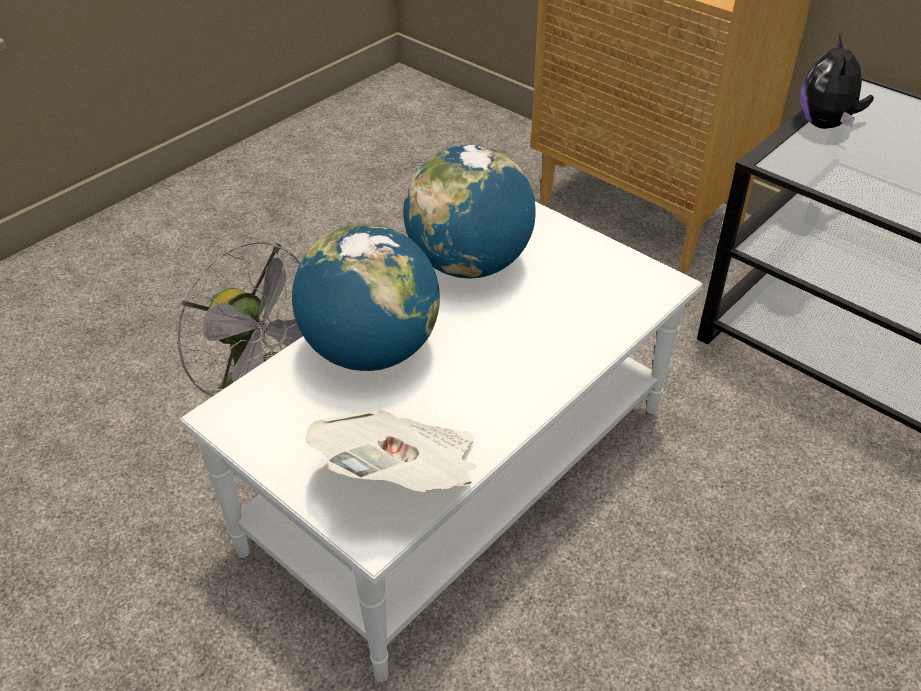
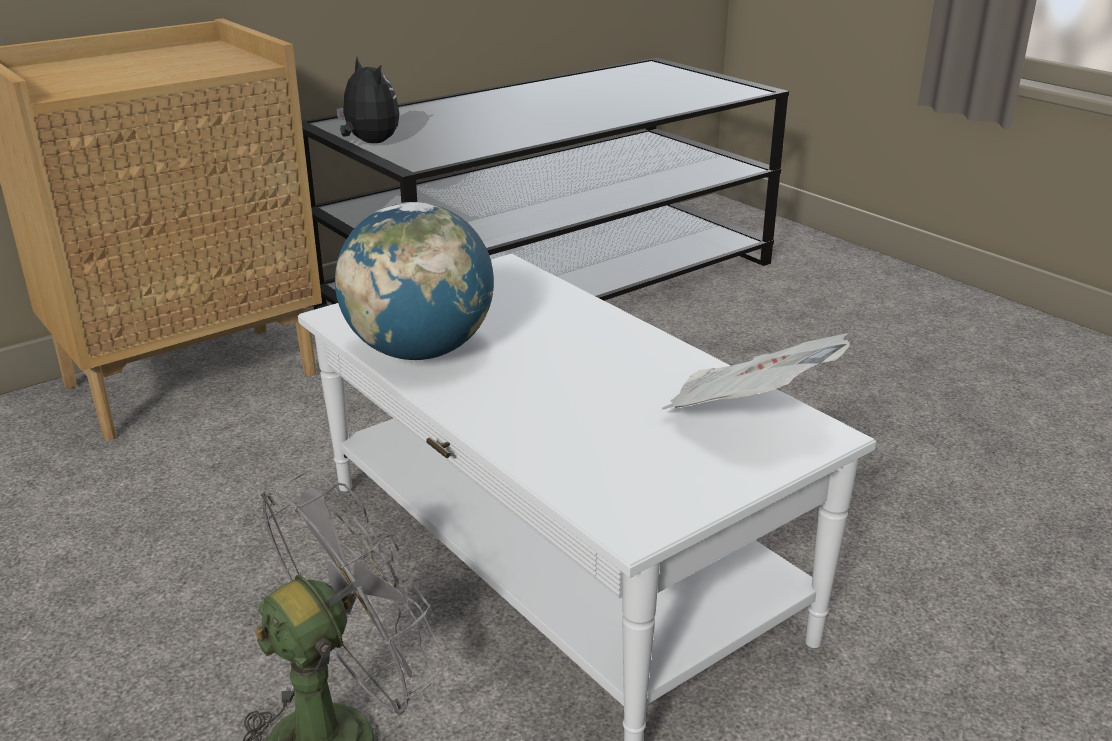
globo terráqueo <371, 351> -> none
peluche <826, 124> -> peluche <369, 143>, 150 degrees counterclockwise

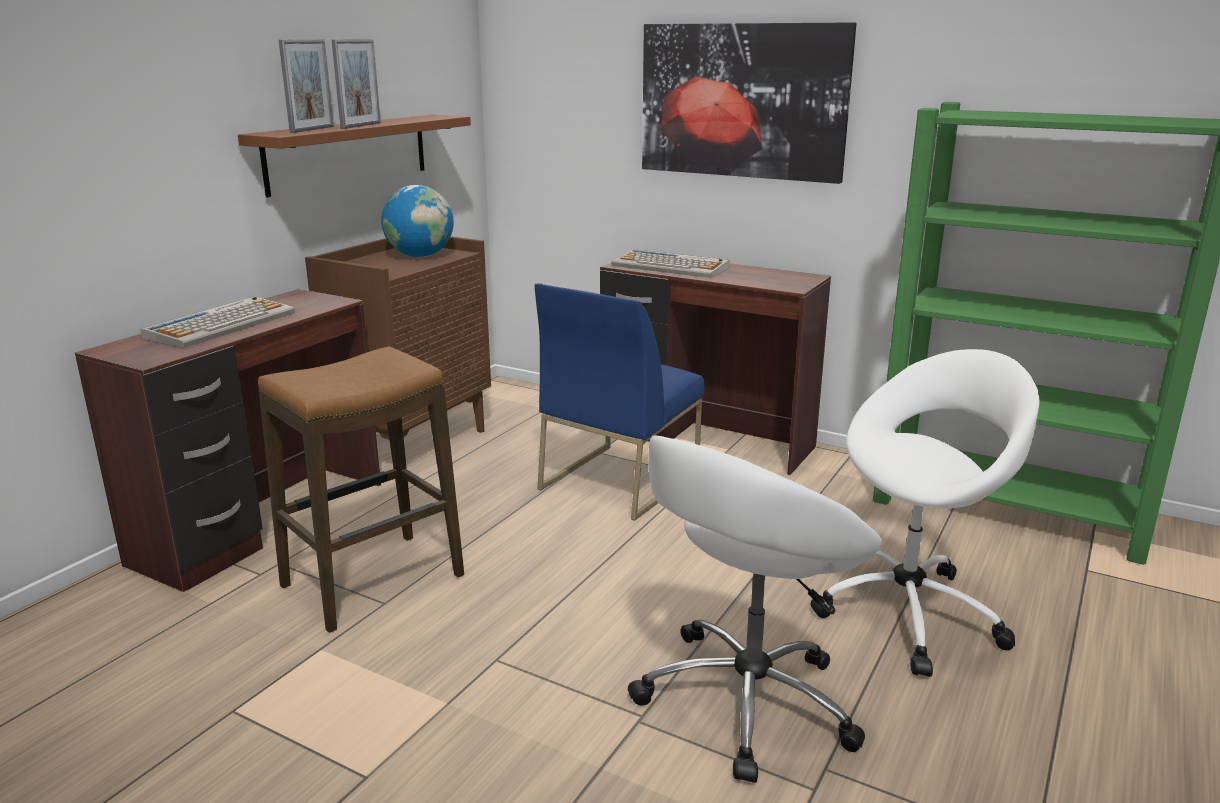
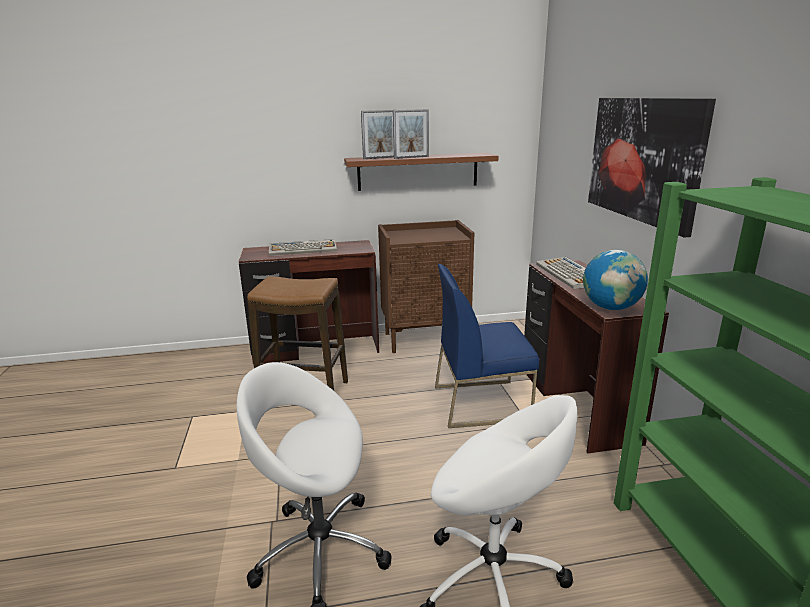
globo terráqueo <420, 256> -> globo terráqueo <611, 308>, move

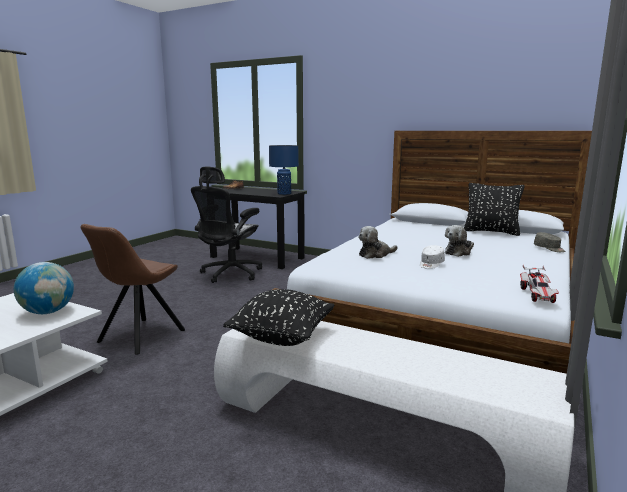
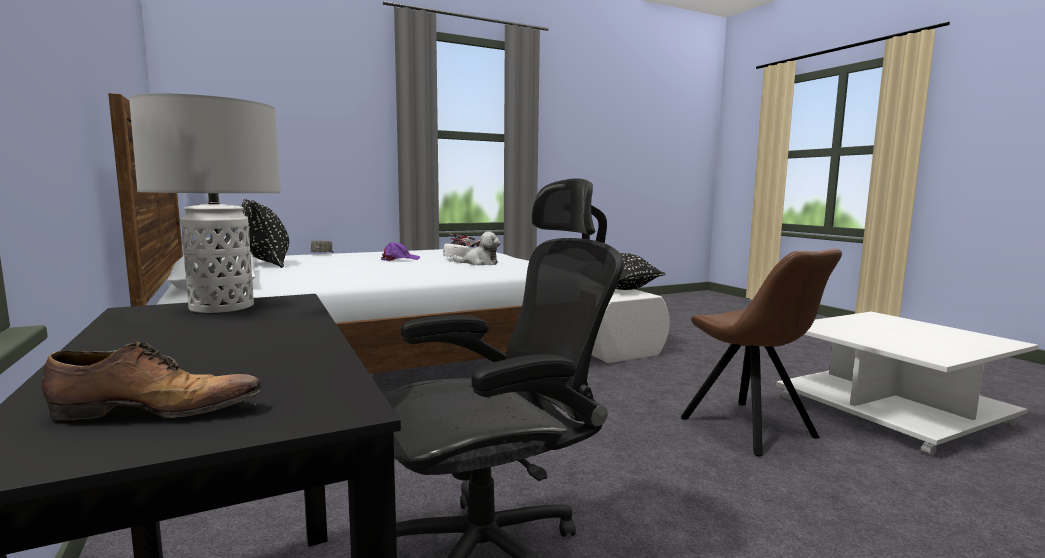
globo terráqueo <48, 312> -> none
peluche <459, 252> -> gorra/morado <399, 259>
lámpara de mesa/azul <284, 193> -> lámpara de mesa/blanco <223, 306>
silla/marrón <140, 336> -> silla/marrón <749, 427>, 90 degrees clockwise

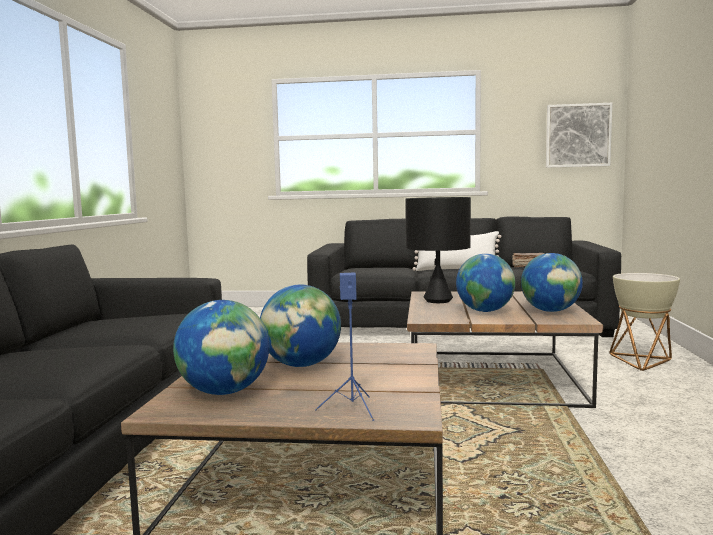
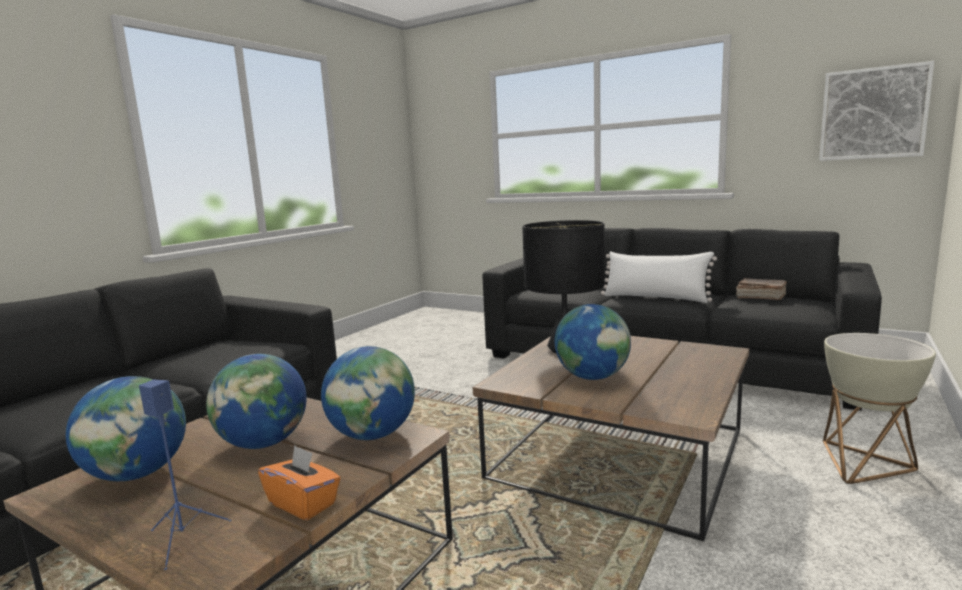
none -> caja de pañuelos/naranja <303, 503>
globo terráqueo <550, 311> -> globo terráqueo <373, 435>, move

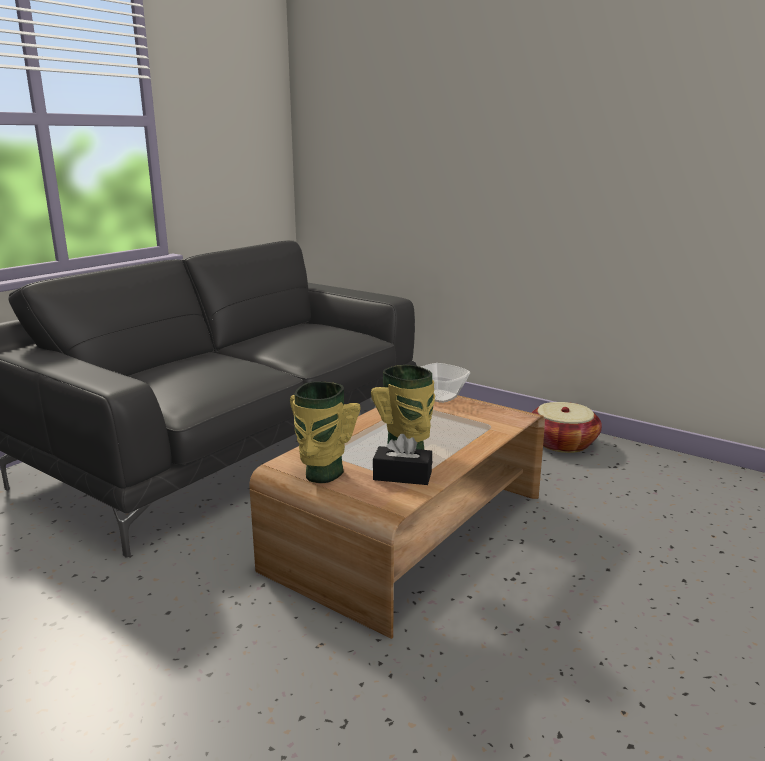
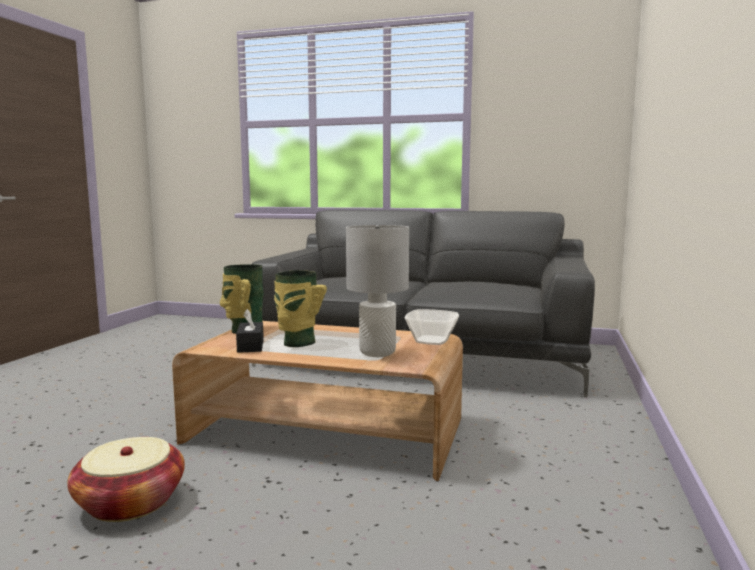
none -> lámpara de mesa/gris <377, 355>
cesta <562, 443> -> cesta <130, 503>, move

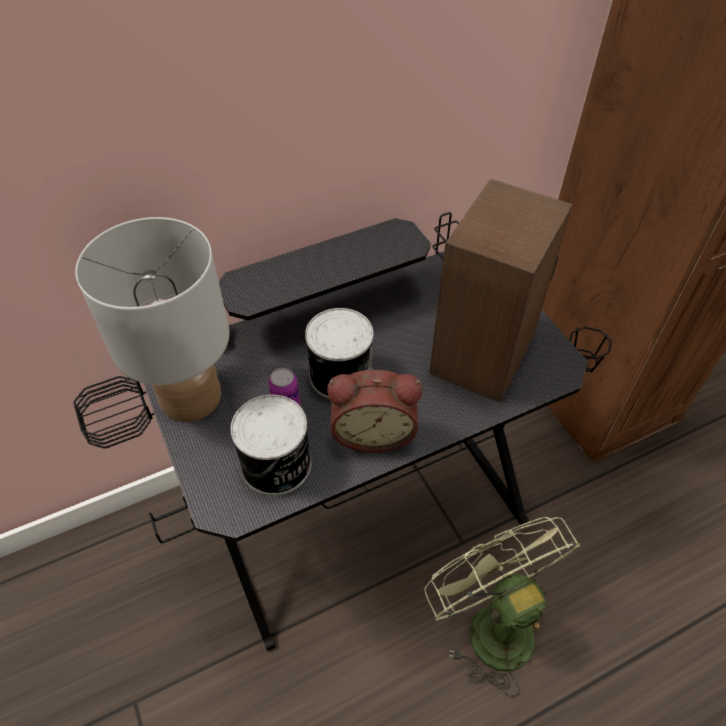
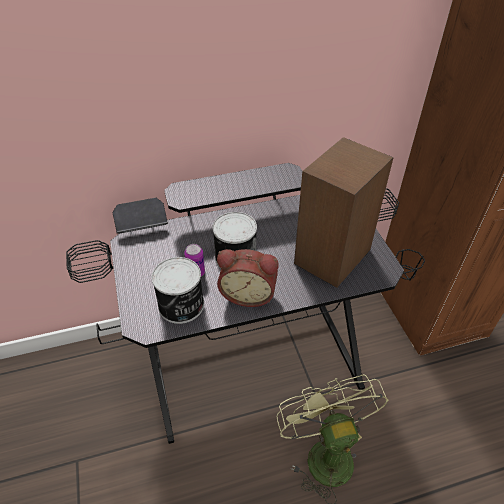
lámpara de mesa/gris <189, 397> -> none

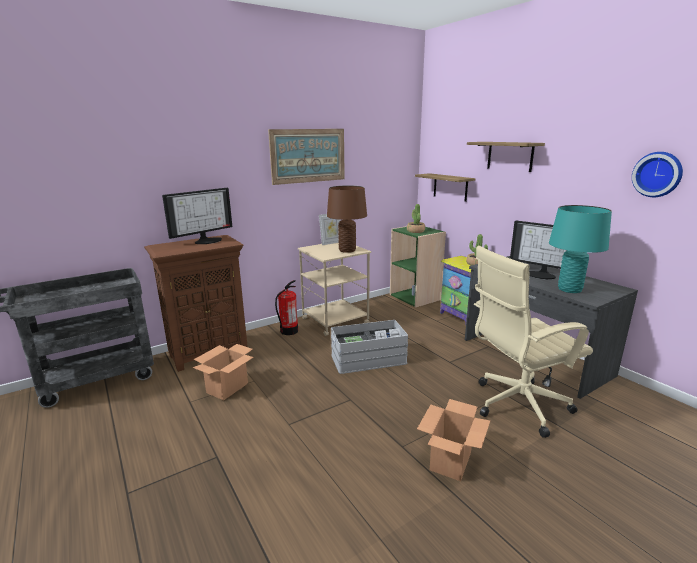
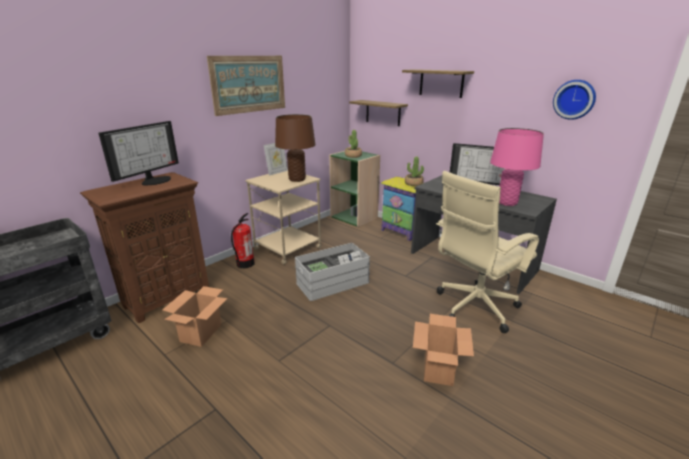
lámpara de mesa/turquesa <570, 289> -> lámpara de mesa/rosa <507, 202>

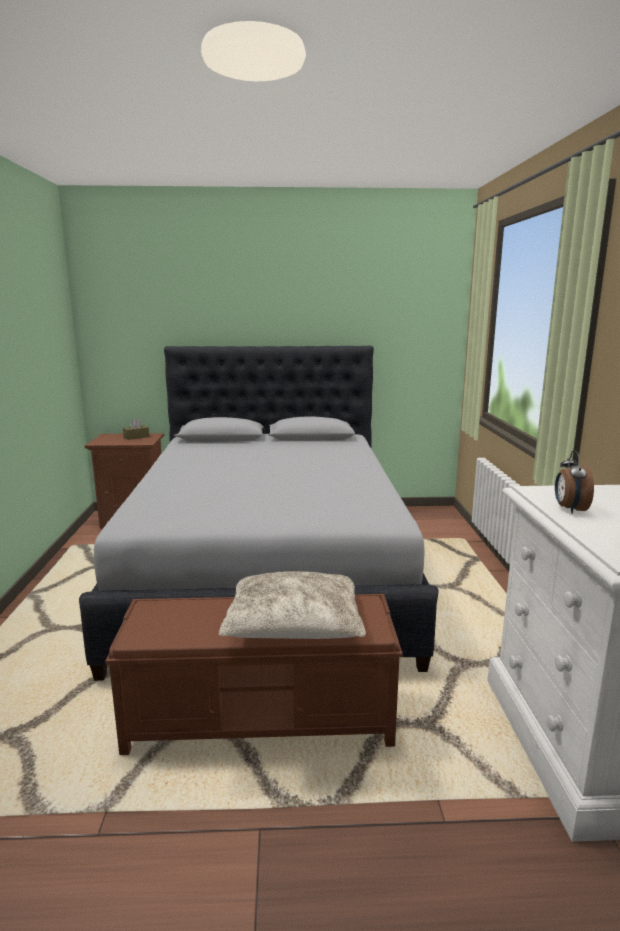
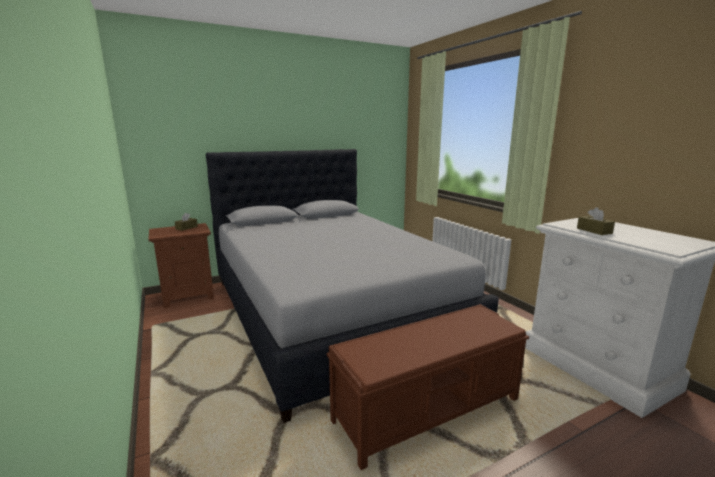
cojín/beis <294, 626> -> none
despertador <569, 509> -> caja de pañuelos/marrón <594, 231>

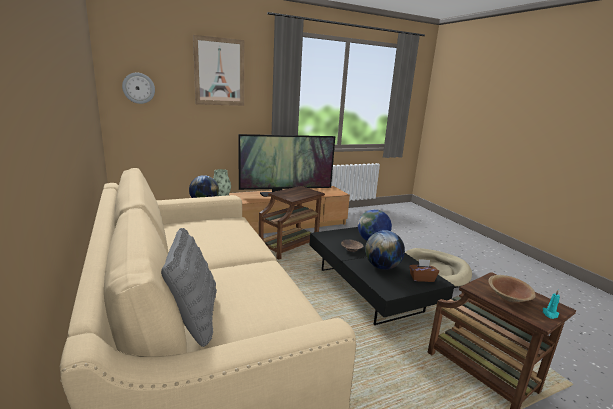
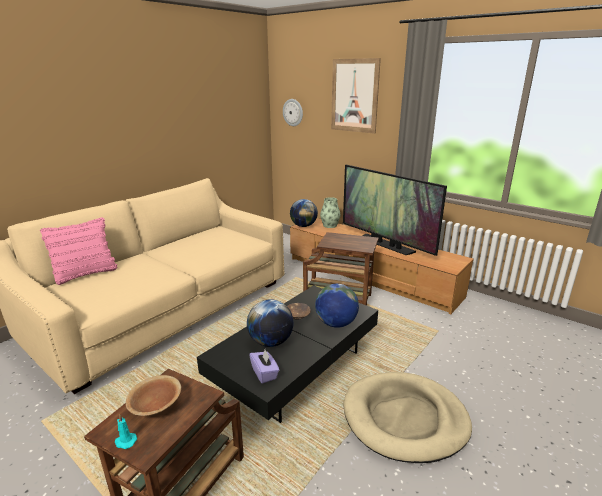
cojín/gris <194, 319> -> cojín/rosa <86, 274>
caja de pañuelos/marrón <421, 278> -> caja de pañuelos/morado <264, 373>

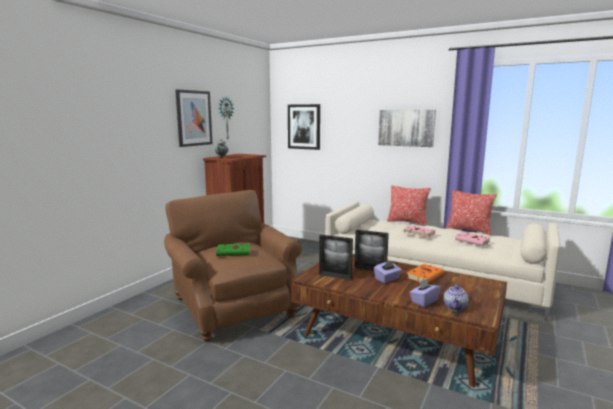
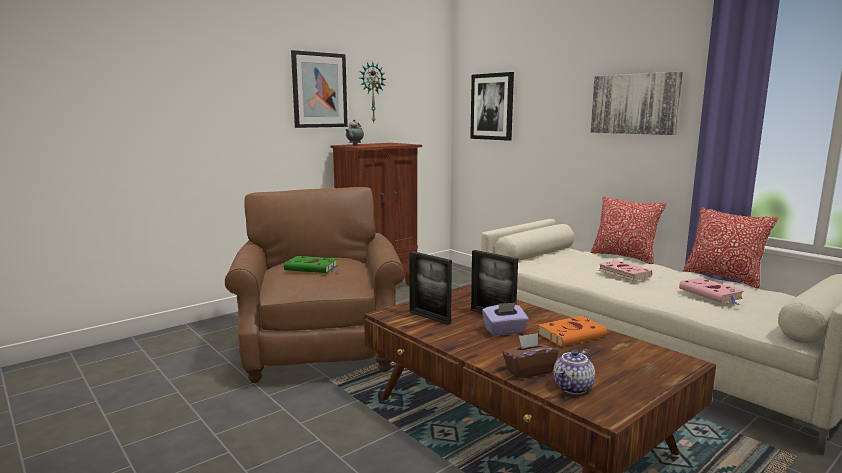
caja de pañuelos/morado <424, 301> -> caja de pañuelos/marrón <528, 371>

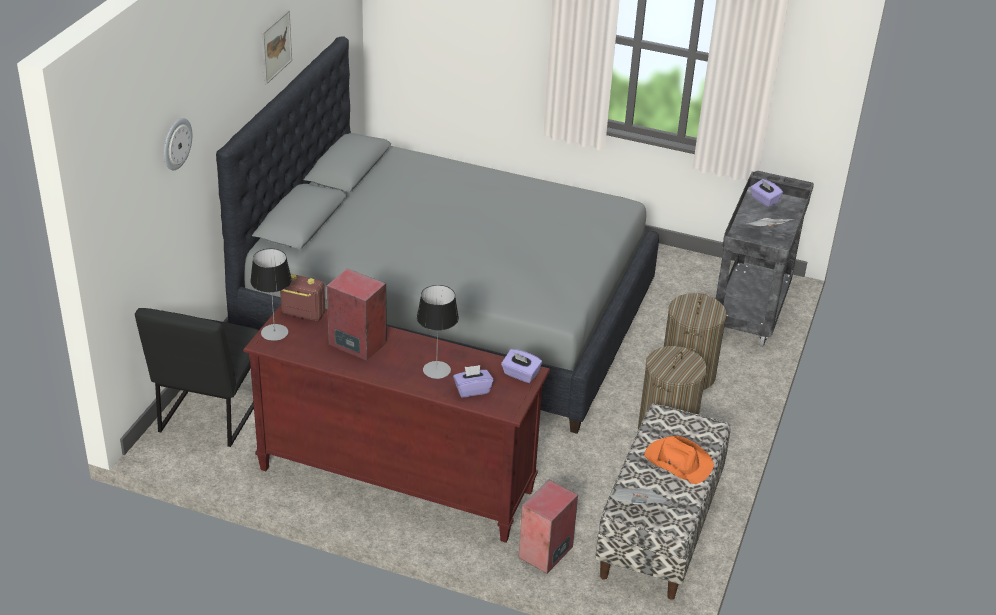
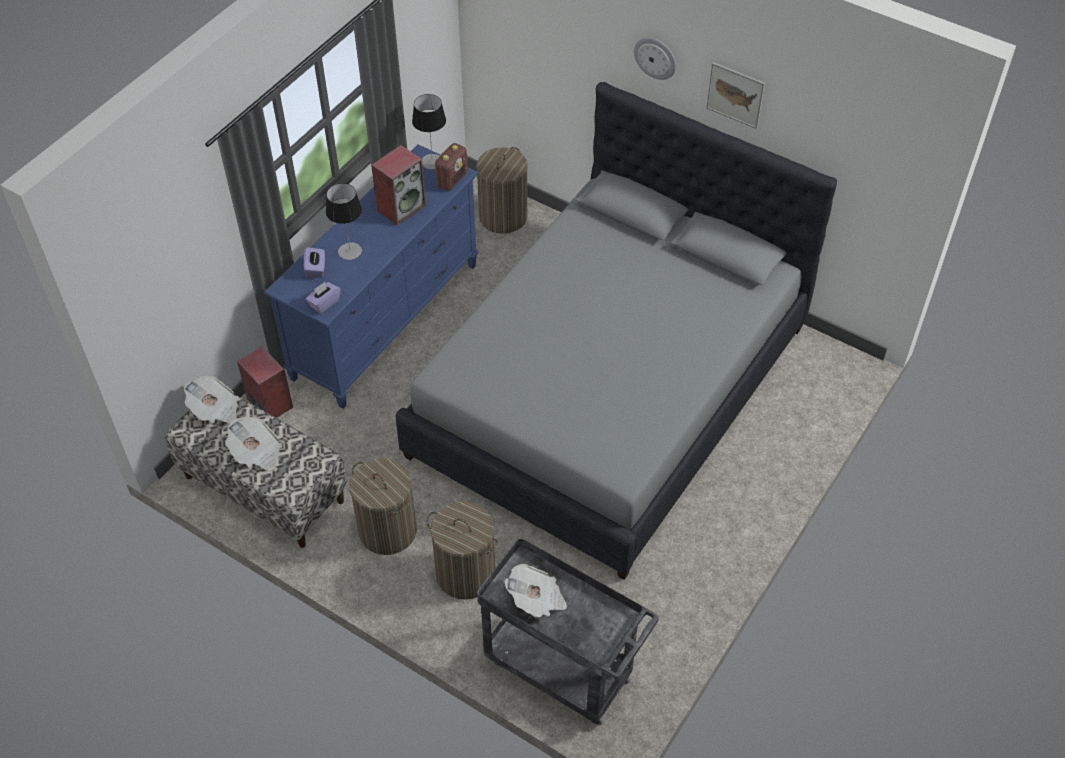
caja de pañuelos/morado <764, 200> -> none
reloj de pared <176, 143> -> reloj de pared <655, 57>, move
silla/negro <210, 412> -> cesto de la ropa <503, 216>
sombrero/naranja <677, 461> -> periódico <256, 453>
cómoda/rojo <395, 479> -> cómoda/azul <387, 321>

